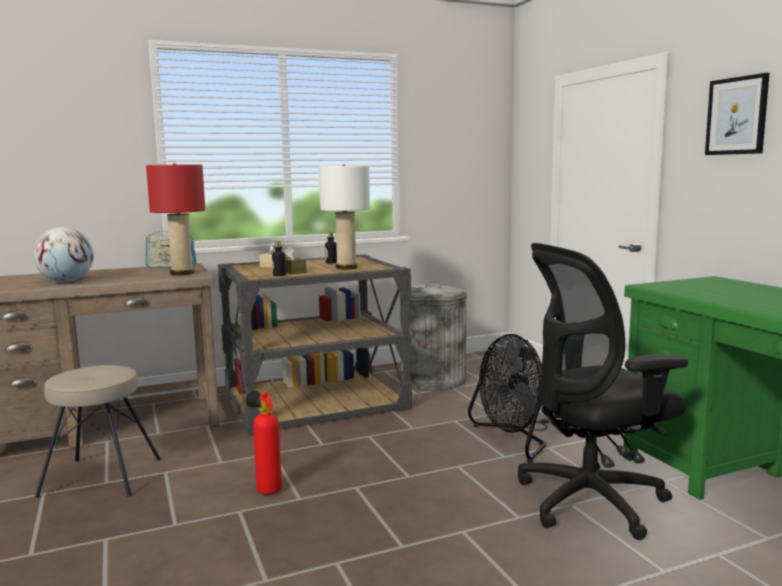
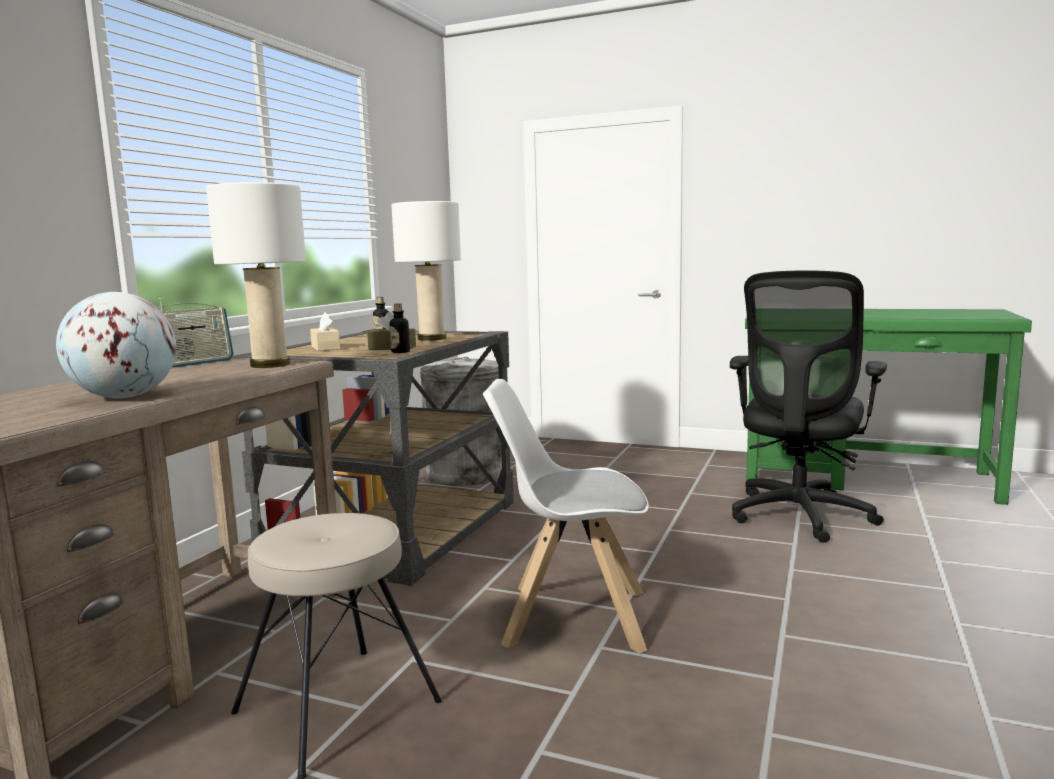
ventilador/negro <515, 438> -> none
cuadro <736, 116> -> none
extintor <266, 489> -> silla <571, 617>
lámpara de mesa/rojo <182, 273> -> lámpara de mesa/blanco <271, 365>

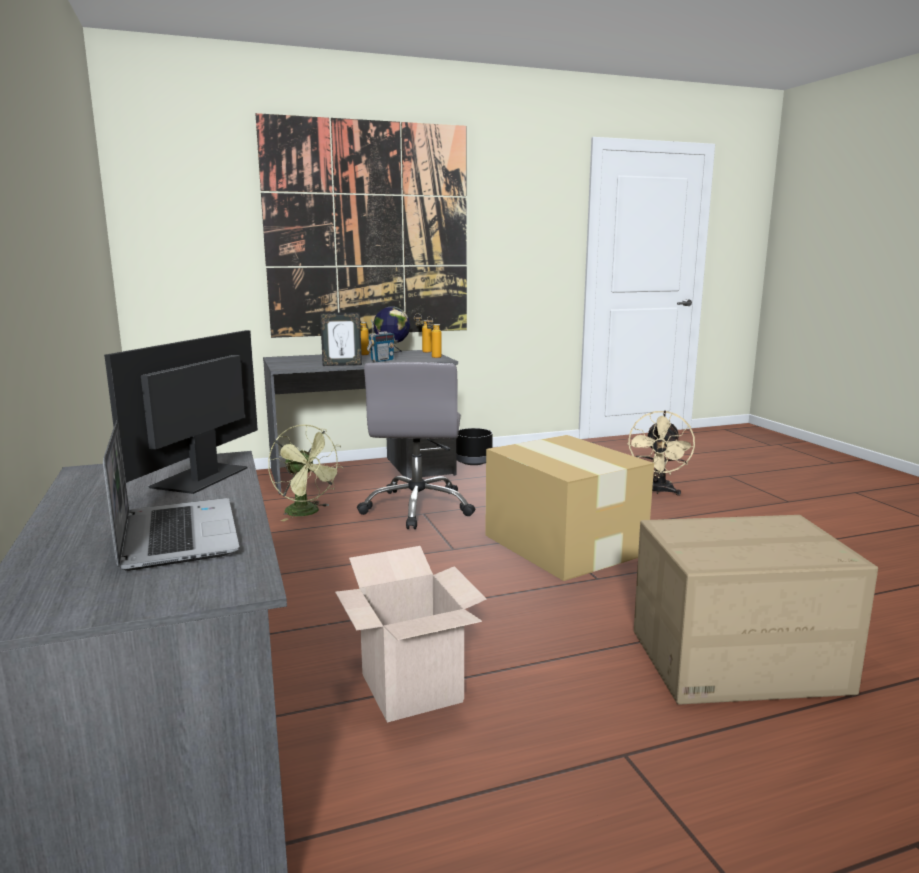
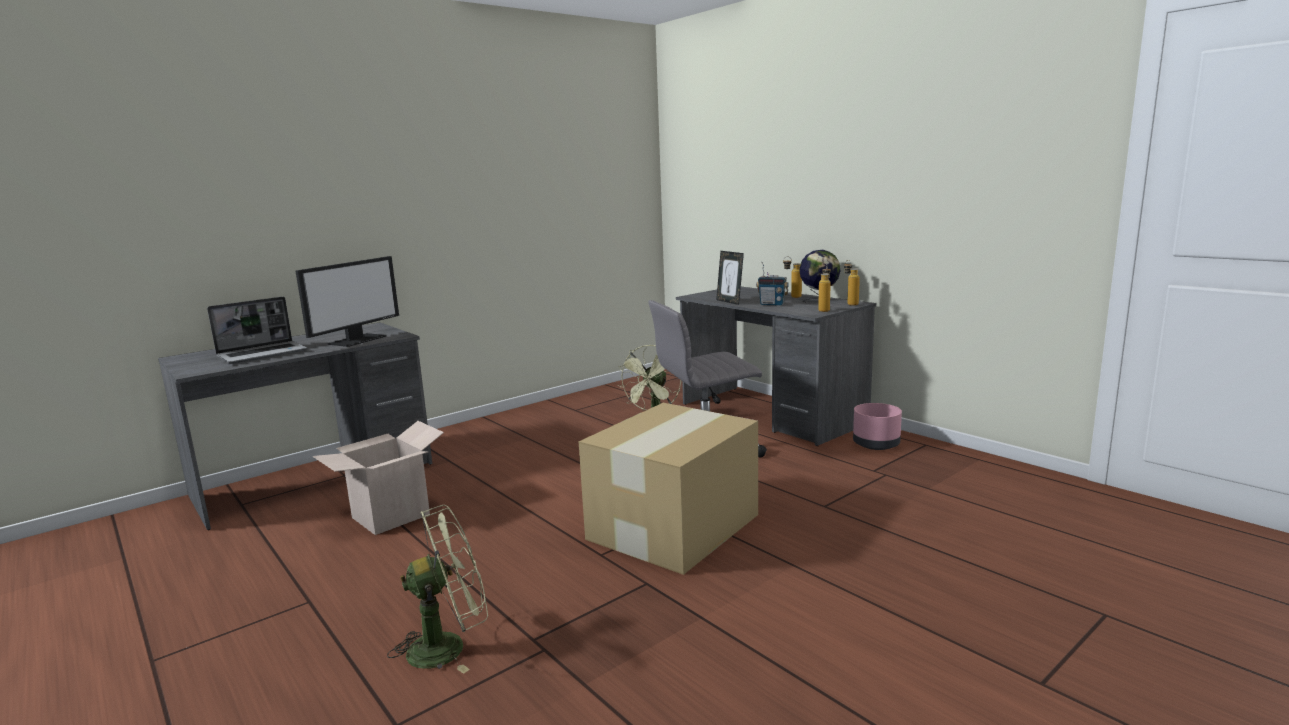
cuadro <369, 230> -> none
ventilador/beis <657, 491> -> none
caja de cartón <737, 662> -> ventilador/verde <448, 646>
maceta/negro <474, 461> -> maceta/rosa <876, 444>
monitor <201, 478> -> monitor <357, 340>, 120 degrees clockwise

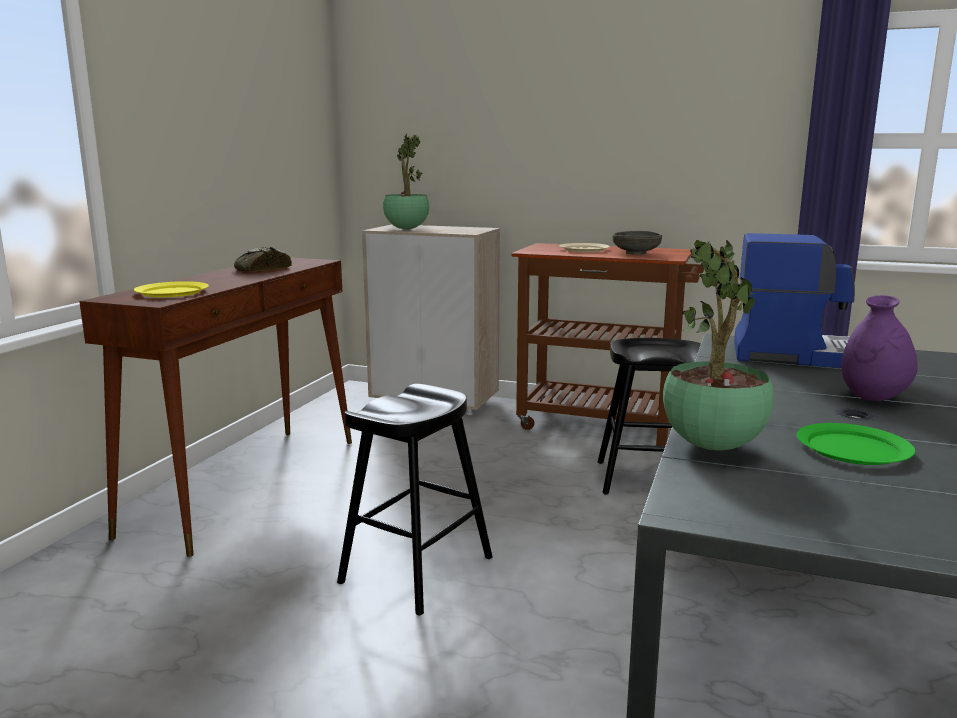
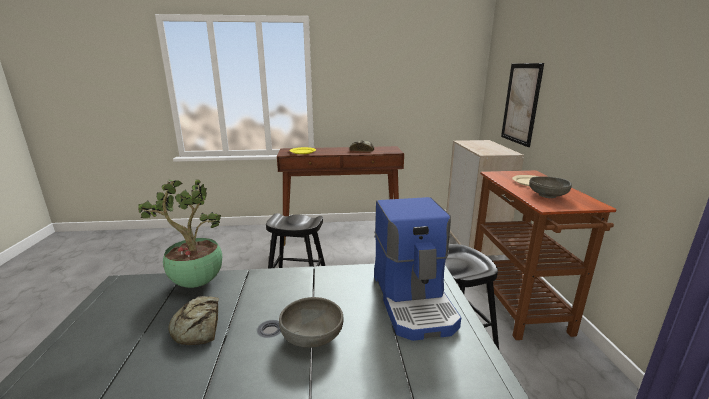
planta en maceta <406, 229> -> none
none -> cuadro <521, 103>
plato/verde <853, 448> -> pan <198, 327>
florero/morado <873, 398> -> cuenco/gris <312, 336>

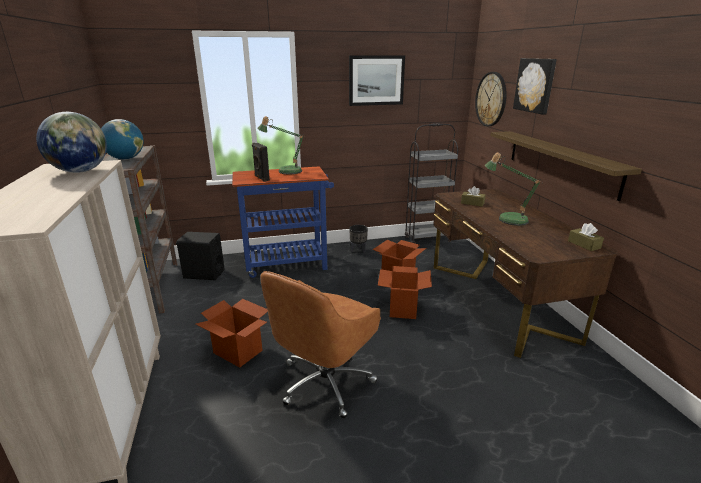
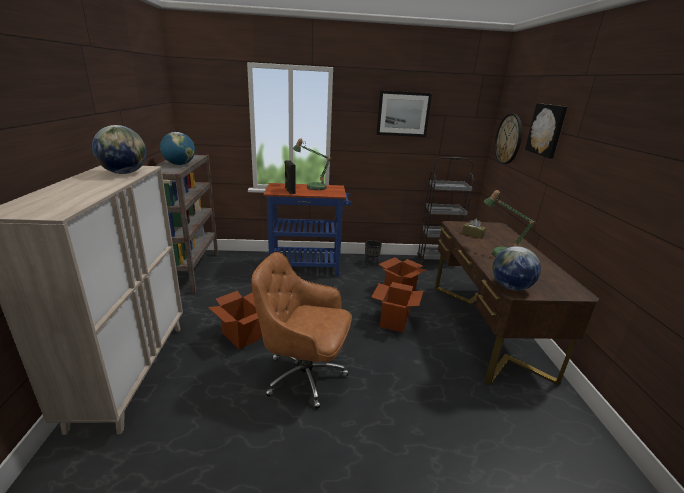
altavoz/negro <204, 274> -> none
estante <560, 161> -> none
caja de pañuelos/marrón <584, 244> -> none
none -> globo terráqueo <510, 287>
silla de oficina/marrón <325, 382> -> silla de oficina/marrón <305, 375>, 60 degrees clockwise

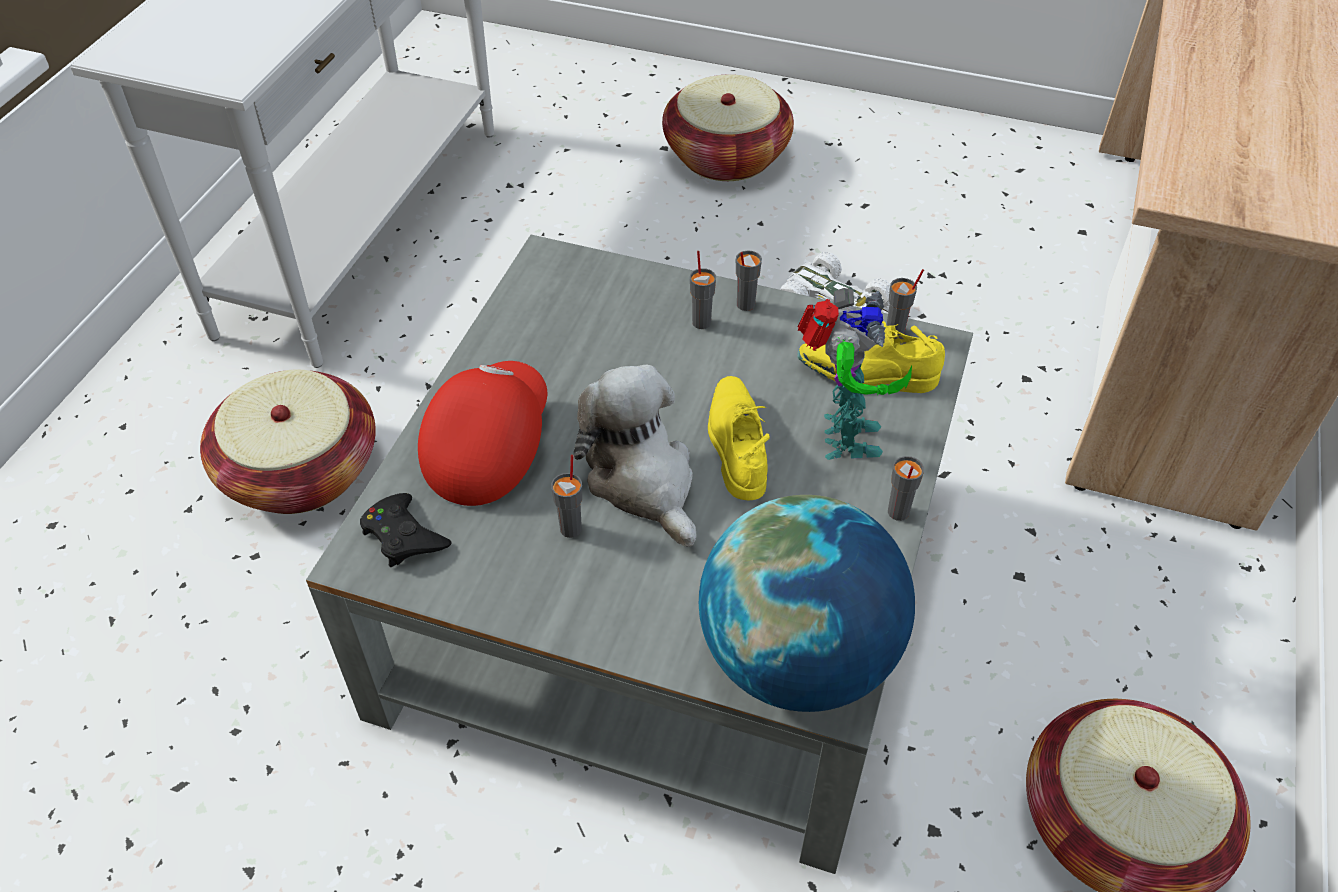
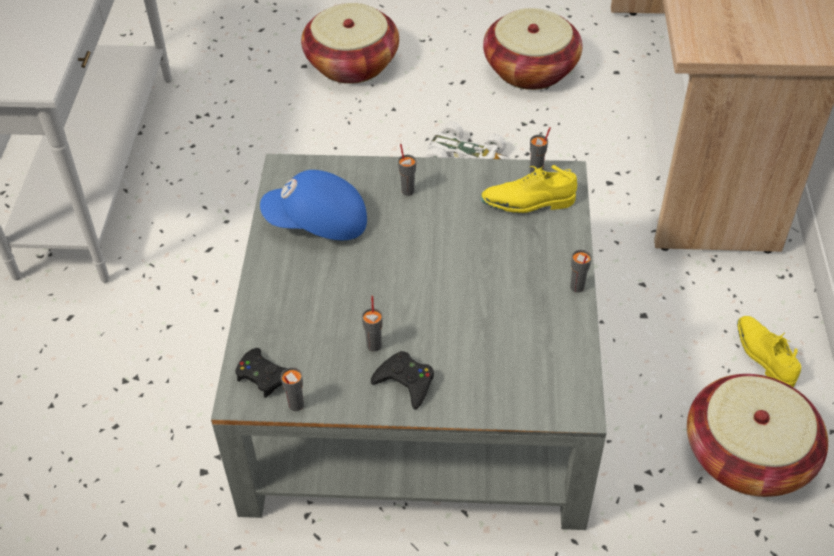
gorra/rojo <487, 448> -> none
peluche <643, 481> -> none
globo terráqueo <797, 659> -> none
robot de juguete <842, 439> -> none
none -> gorra/azul <317, 223>
none -> mando de consola/negro <405, 382>
cesta <301, 471> -> cesta <530, 70>, move
zapato/amarillo <737, 445> -> zapato/amarillo <763, 356>, move
taza/gris <745, 304> -> taza/gris <295, 405>, move

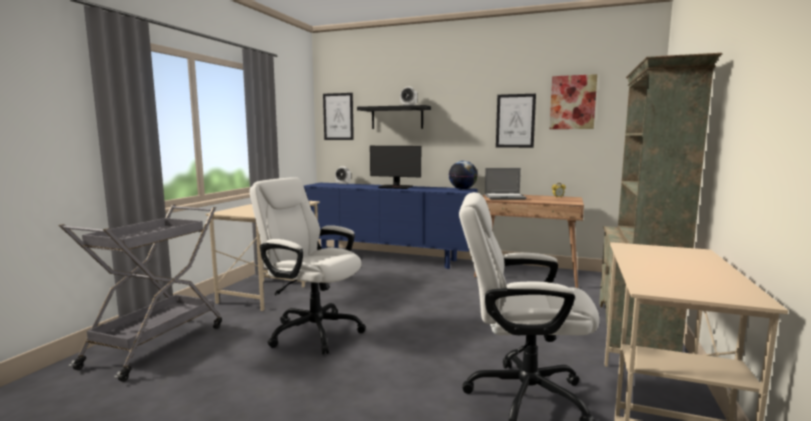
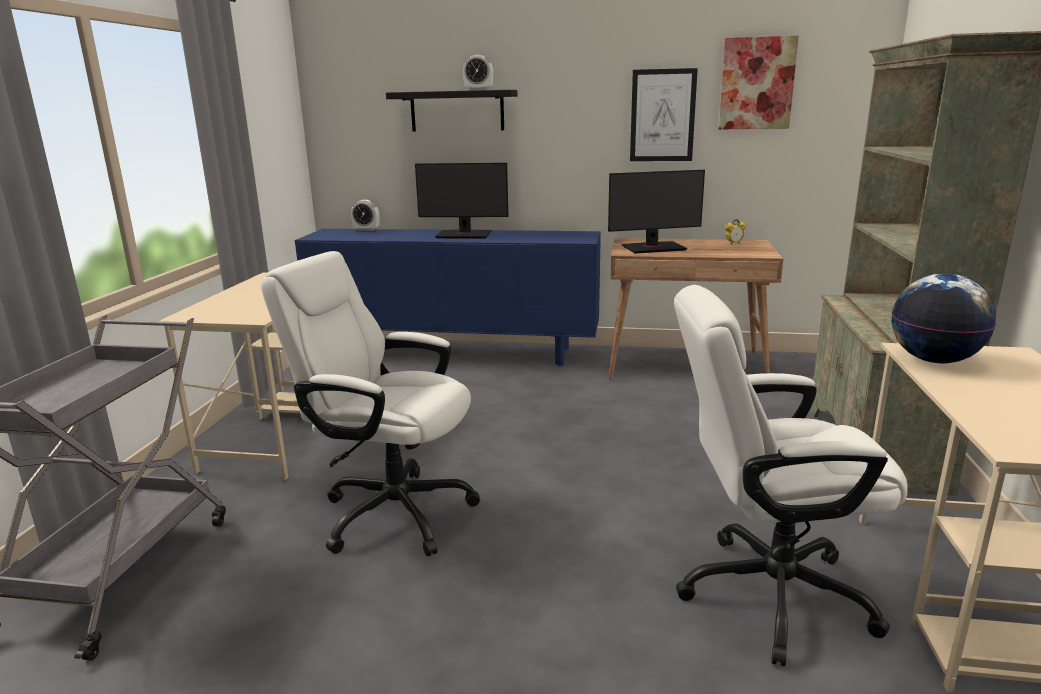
cuadro <338, 116> -> none
globo terráqueo <462, 189> -> globo terráqueo <934, 360>, move
portátil <505, 197> -> monitor <653, 248>

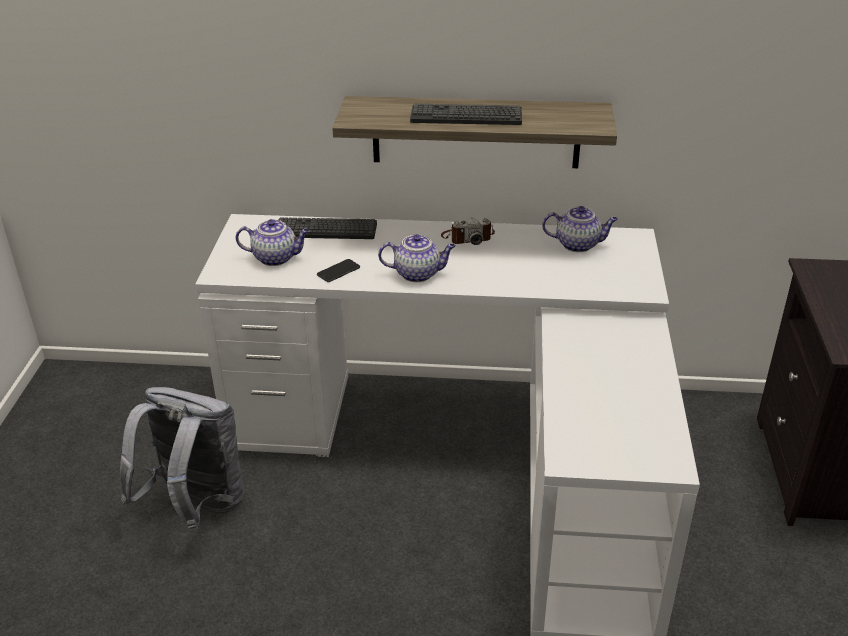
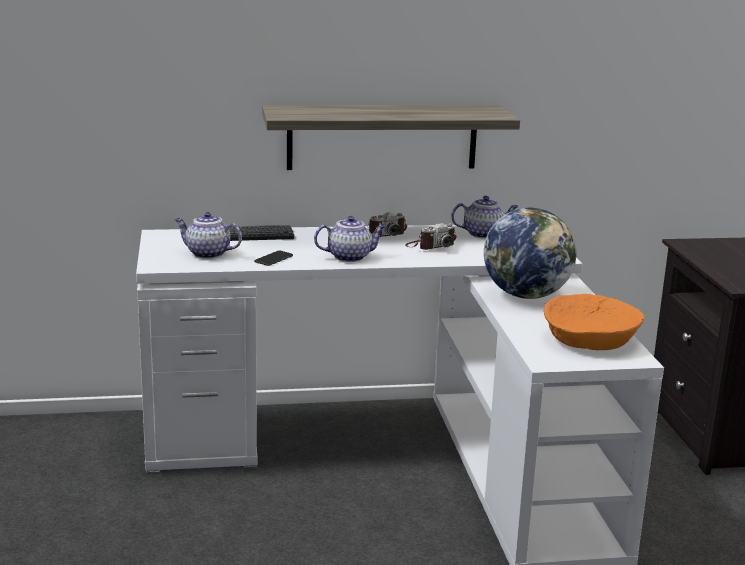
mochila/gris <196, 507> -> none
teclado <466, 116> -> none
none -> cámara <431, 246>
none -> globo terráqueo <526, 295>
none -> cuenco/naranja <591, 339>
tetera <276, 258> -> tetera <207, 254>, 150 degrees counterclockwise

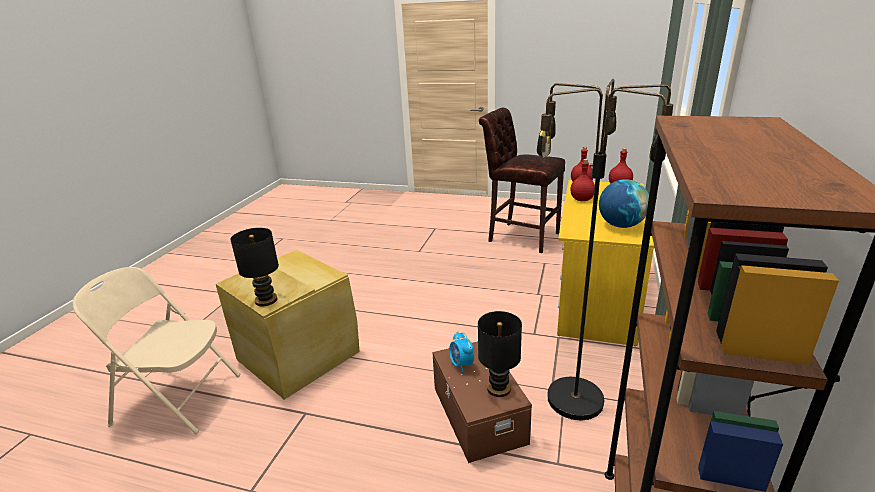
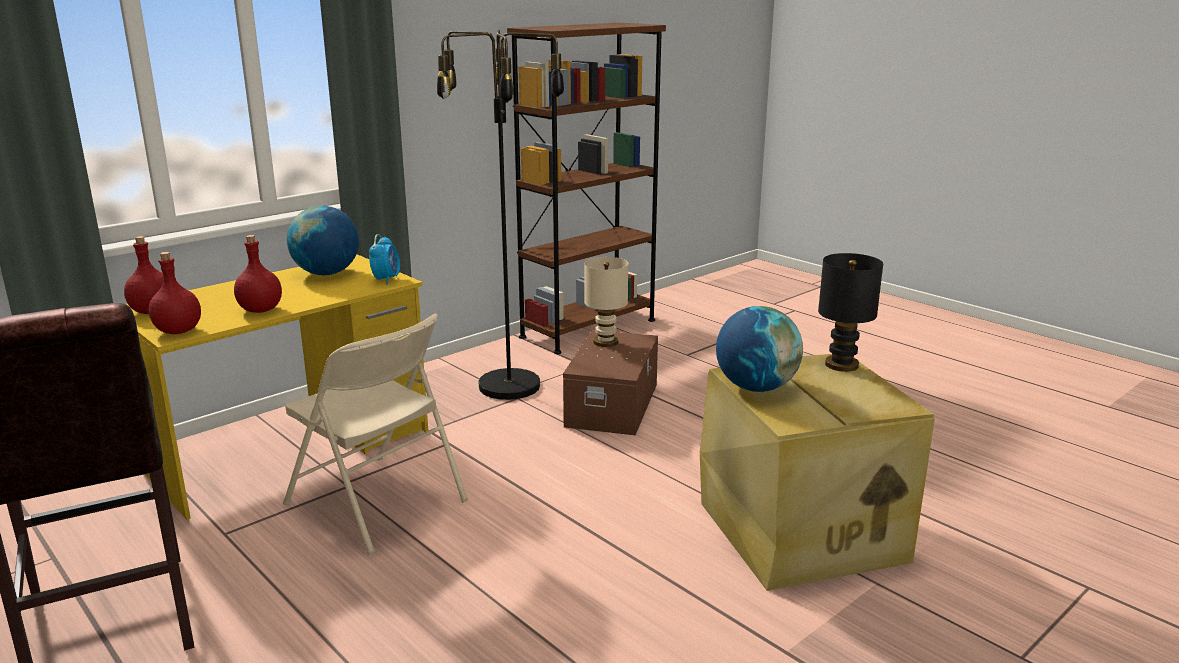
none -> globo terráqueo <756, 387>
silla/beis <178, 399> -> silla/beis <375, 503>, move
despertador <461, 364> -> despertador <386, 279>, move
lámpara de mesa/negro <498, 389> -> lámpara de mesa/beis <606, 342>

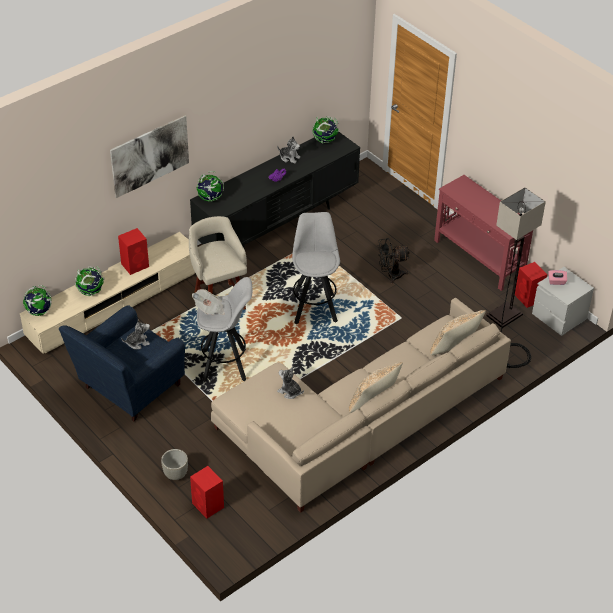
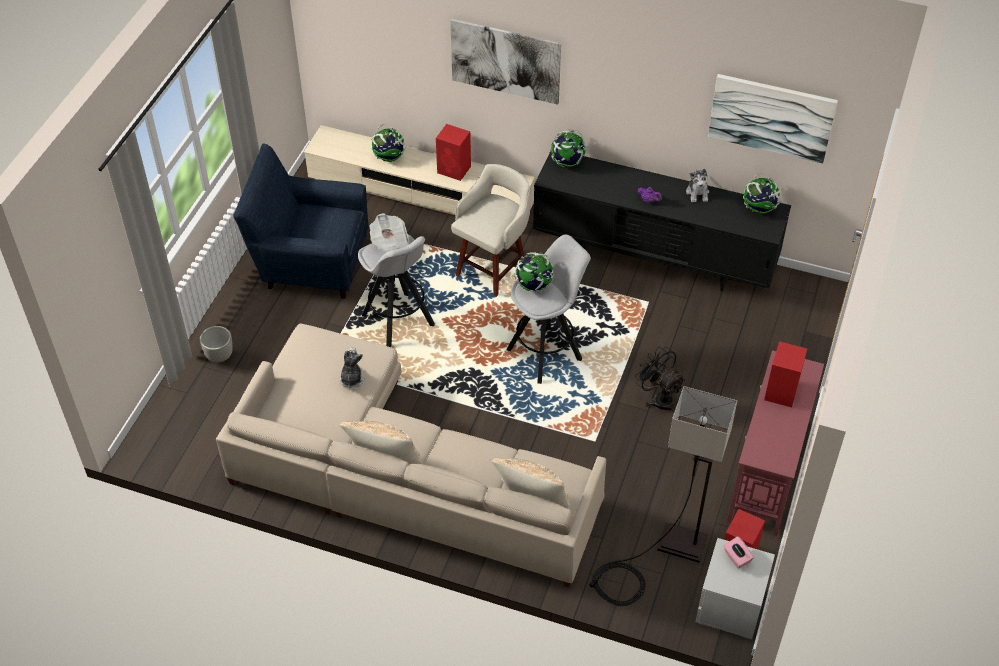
peluche <137, 342> -> none
none -> cuadro <771, 117>
globo terráqueo <39, 312> -> globo terráqueo <533, 286>, move
altavoz/rojo <208, 506> -> altavoz/rojo <781, 392>, move

